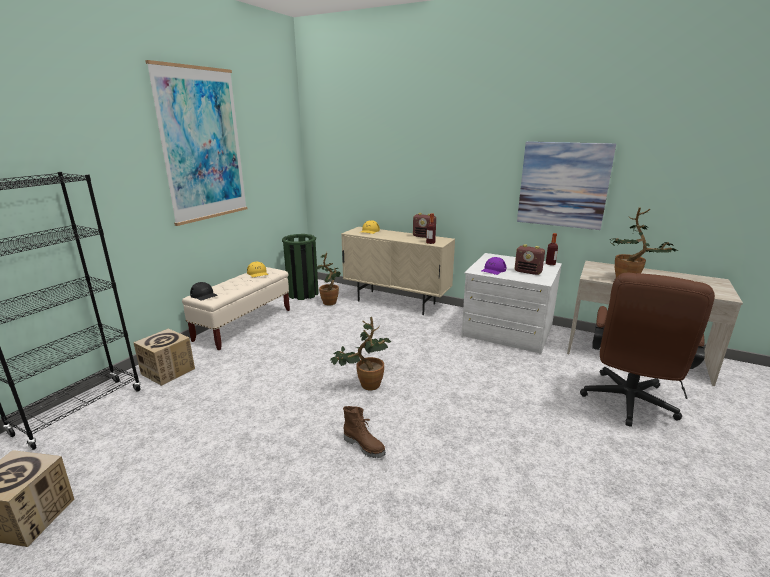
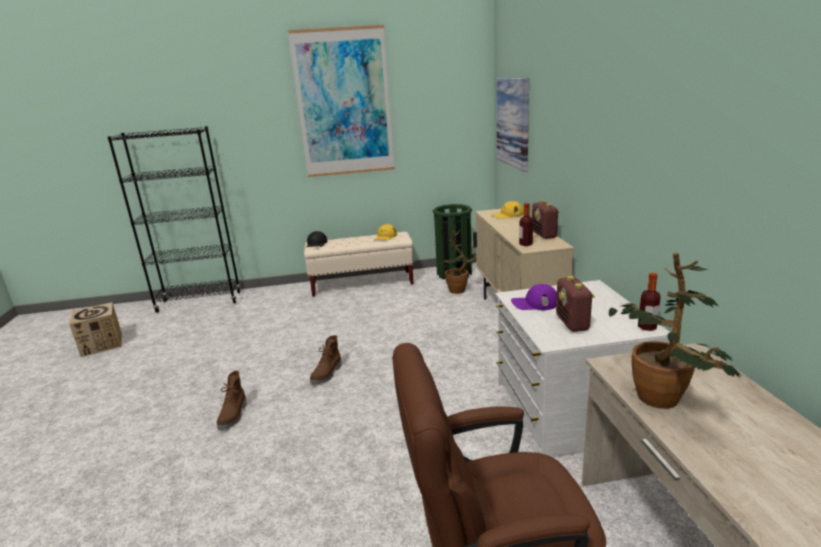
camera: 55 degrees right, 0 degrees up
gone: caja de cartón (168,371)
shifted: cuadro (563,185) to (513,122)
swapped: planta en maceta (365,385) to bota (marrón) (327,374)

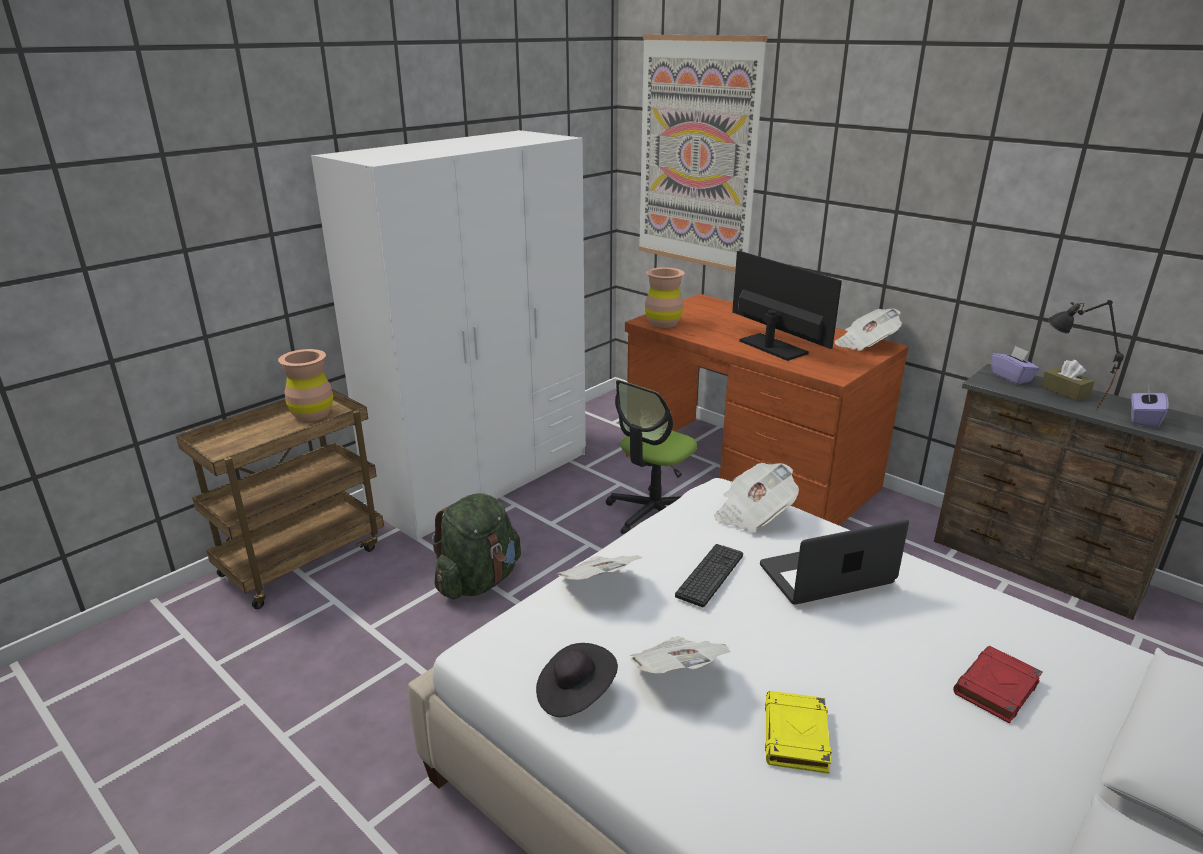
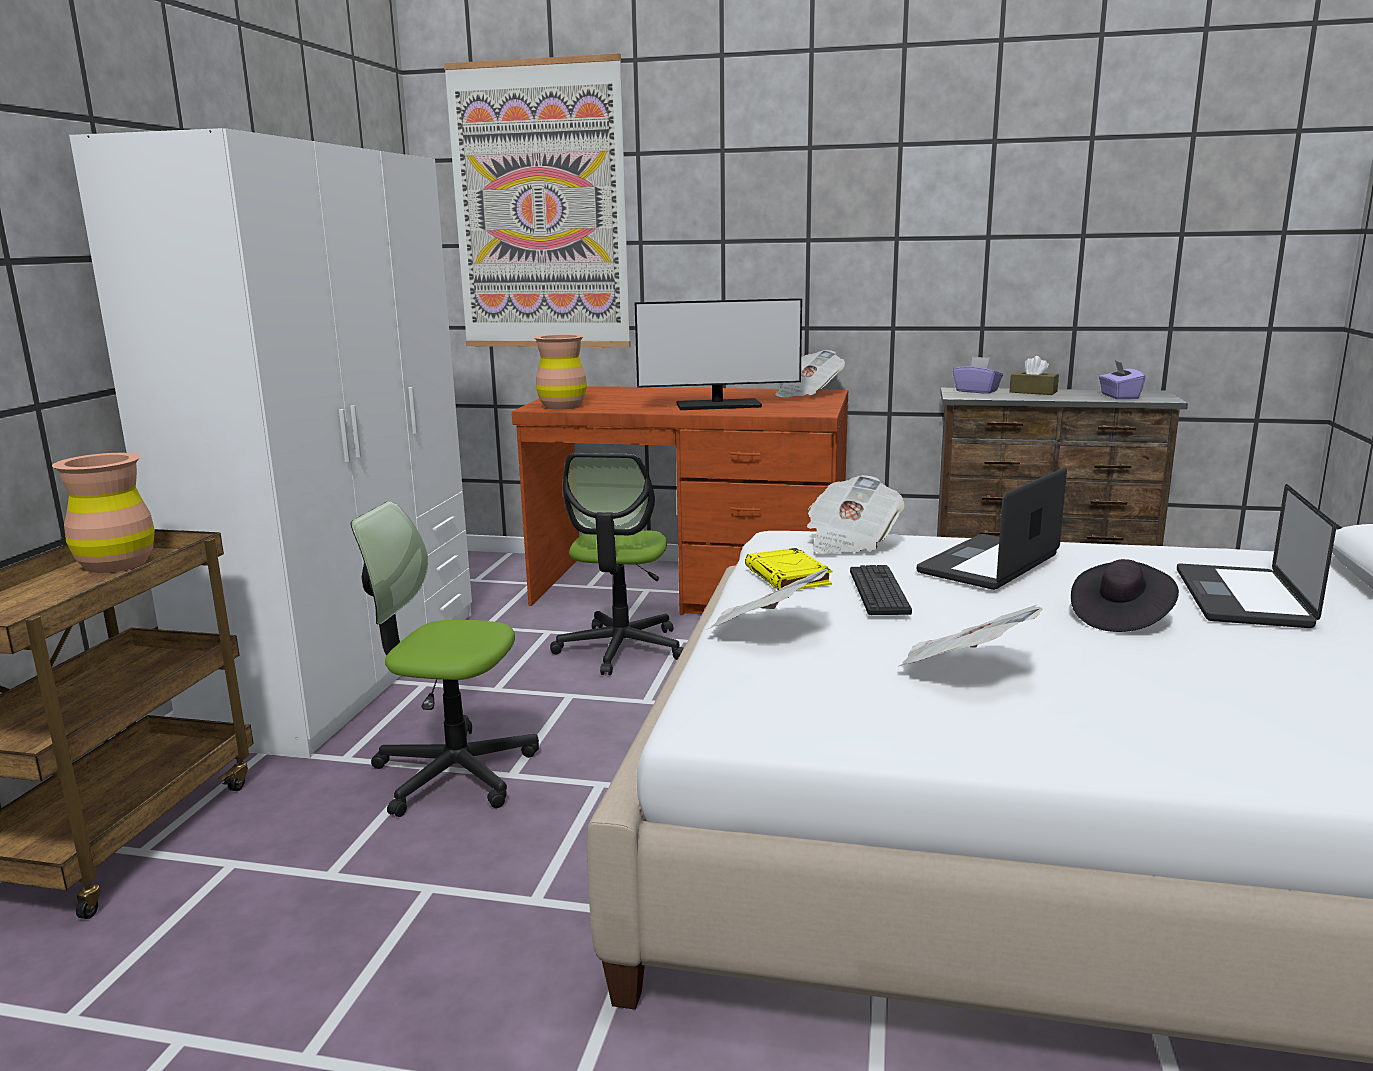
camera: 30 degrees left, 10 degrees down
gone: lámpara de mesa (negro) (1065,404)
shifted: sombrero (negro) (575,694) to (1119,617); libro (amarillo) (796,737) to (788,576)
swapped: mochila (verde) (479,581) to silla de oficina (454,773); libro (rojo) (996,688) to portátil (1241,598)
rotated: monitor (773,347) = (718,405) 150 degrees clockwise

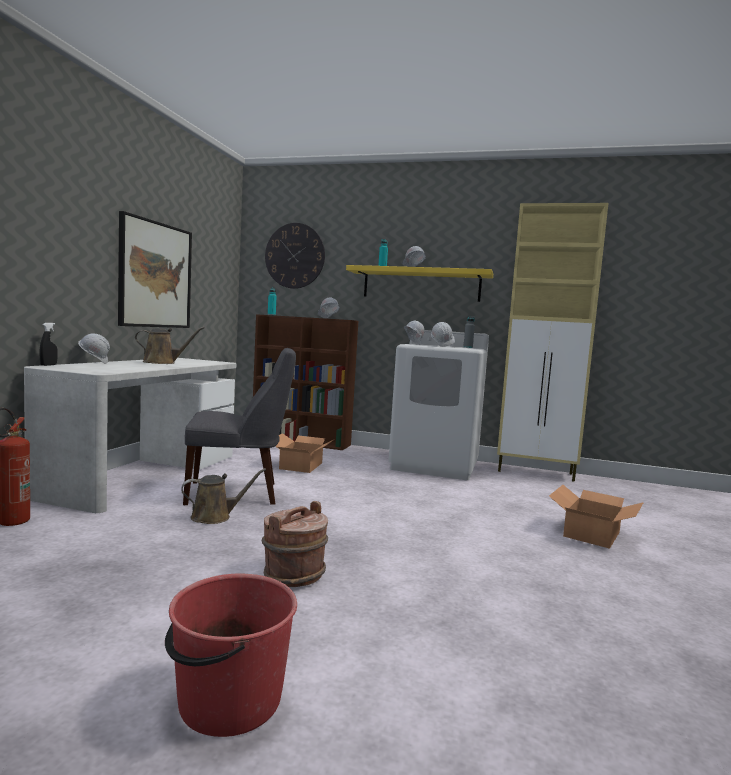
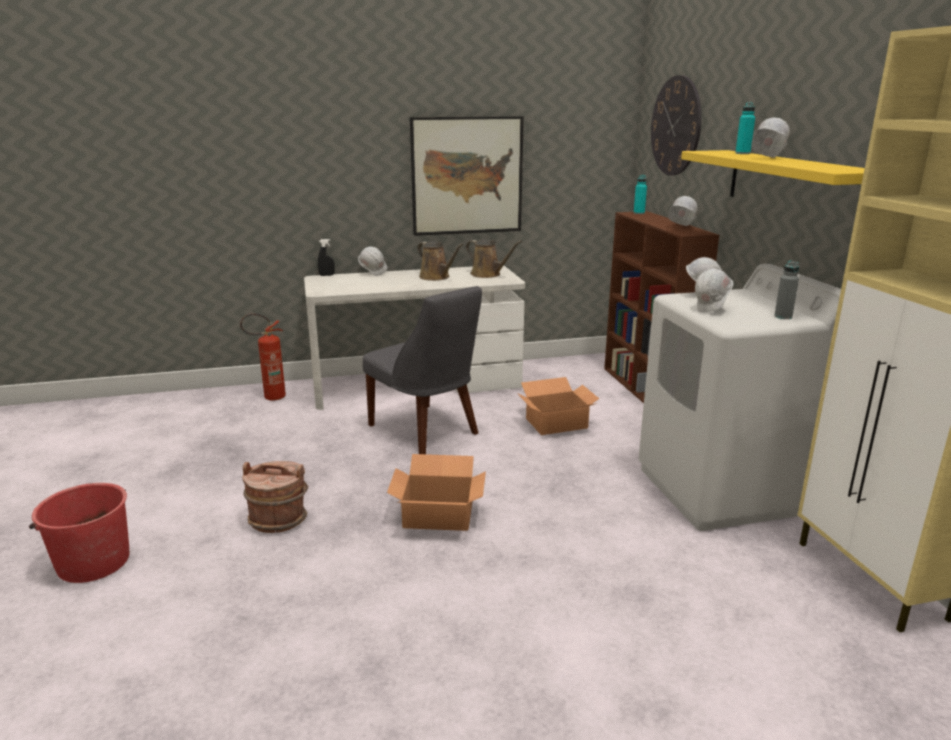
camera: 60 degrees right, 15 degrees up
shifted: regadera (marrón) (215,517) to (488,274); caja de cartón (591,534) to (437,514)

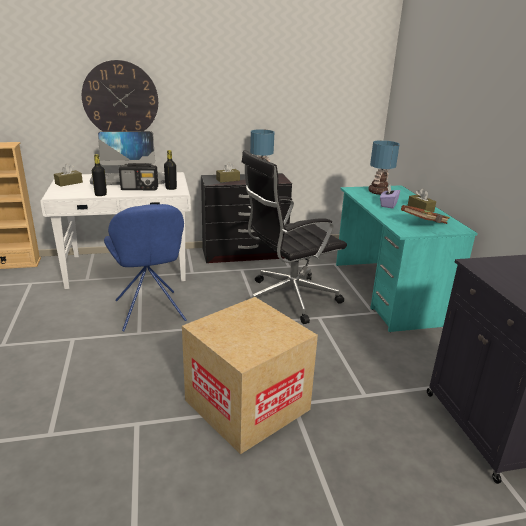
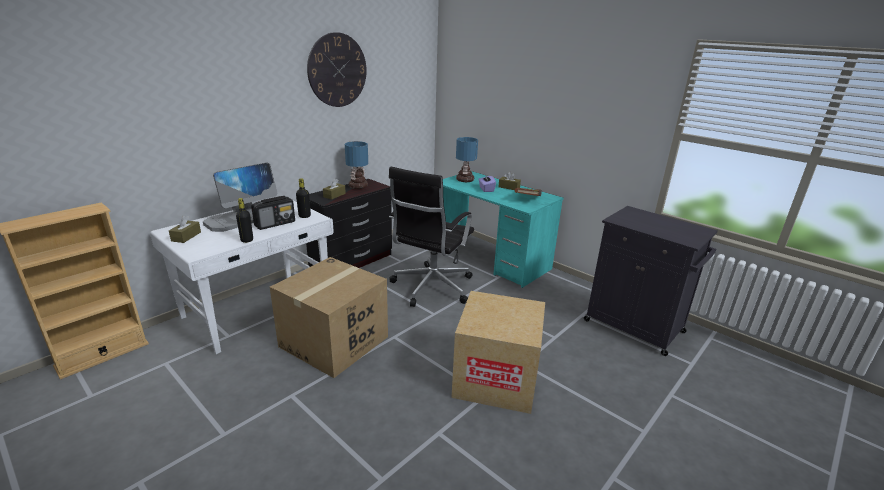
camera: 35 degrees left, 0 degrees up
shifted: reloj de pared (120,99) to (337,70)
swapped: silla (azul) (150,312) to caja de cartón (334,342)

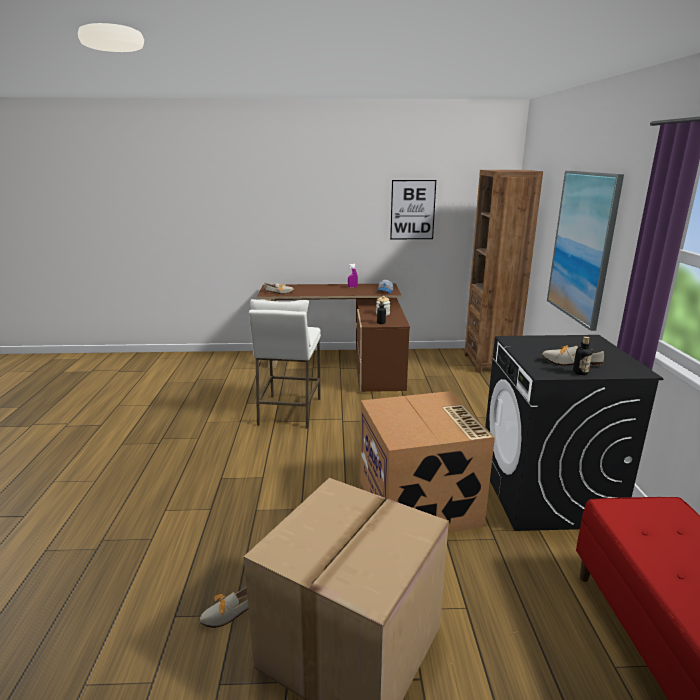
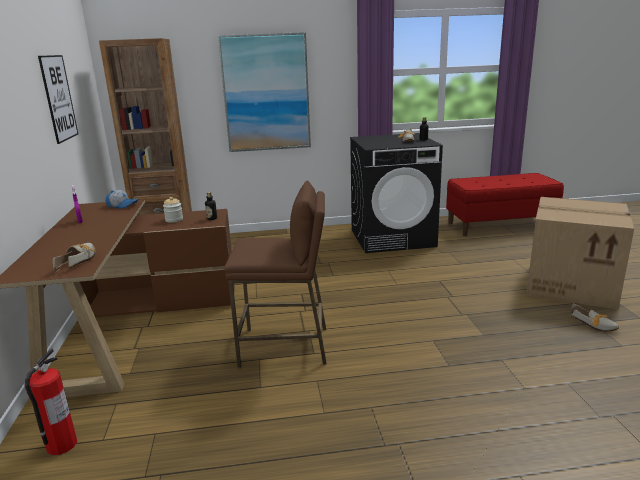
camera: 95 degrees left, 0 degrees up
gone: caja de cartón (420,503)
new: extintor (61,445)
repainted: taburete (blanco) (289,411) to taburete (marrón) (285,346)

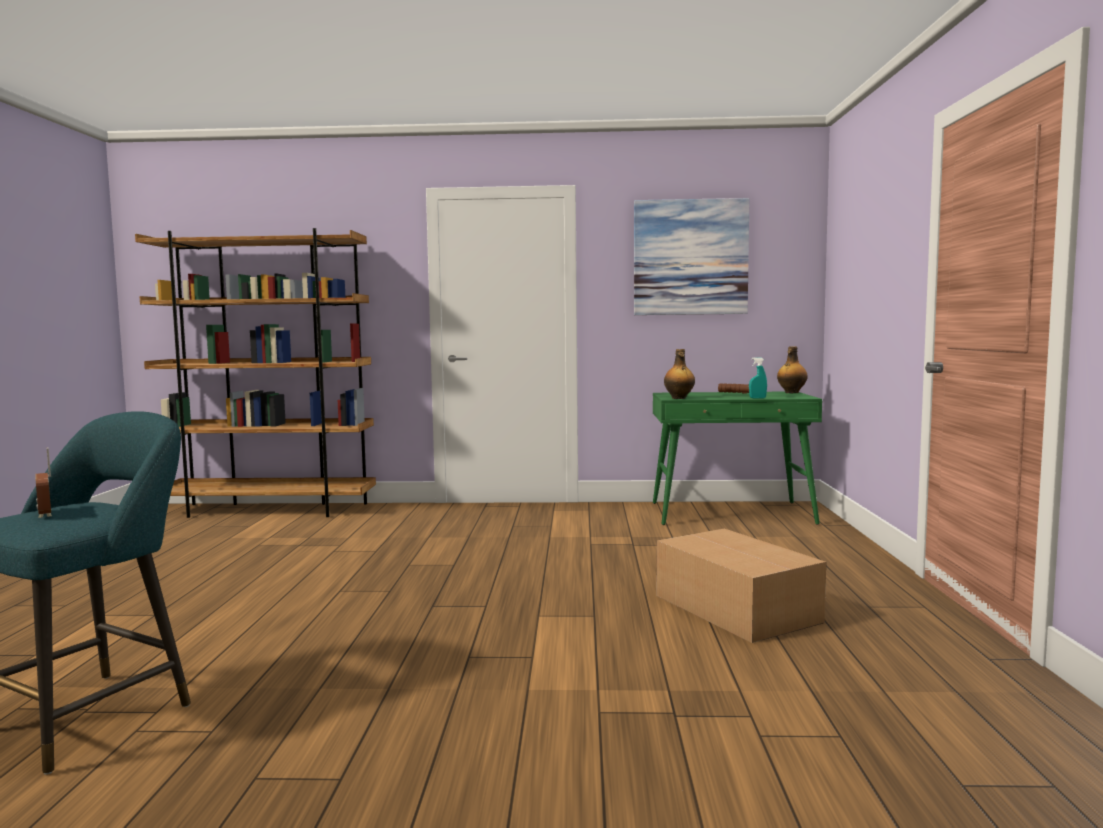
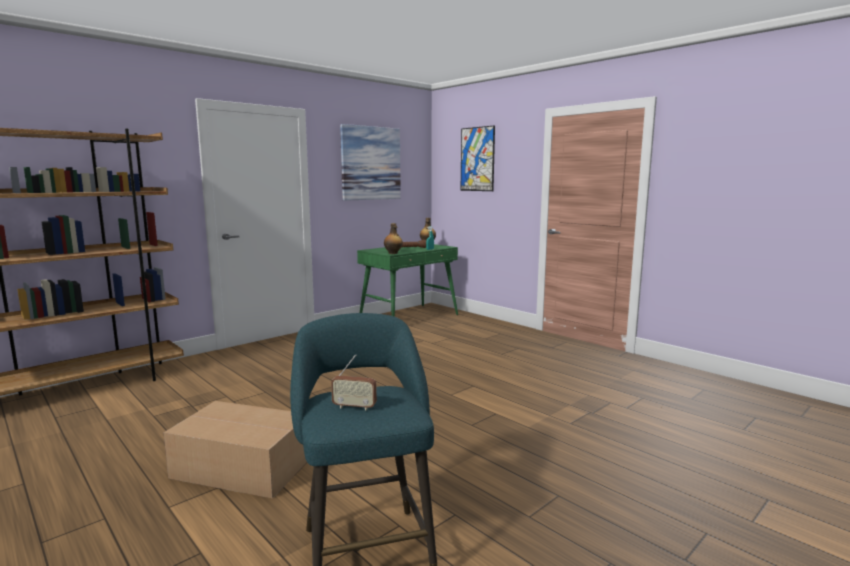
camera: 45 degrees left, 5 degrees up
new: cuadro (477,159)
shifted: caja de cartón (735,607) to (241,466)

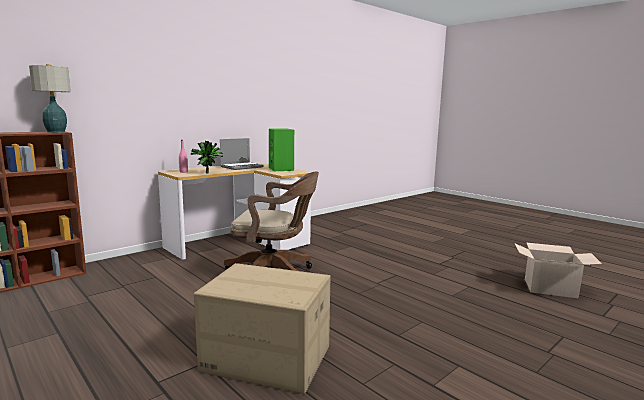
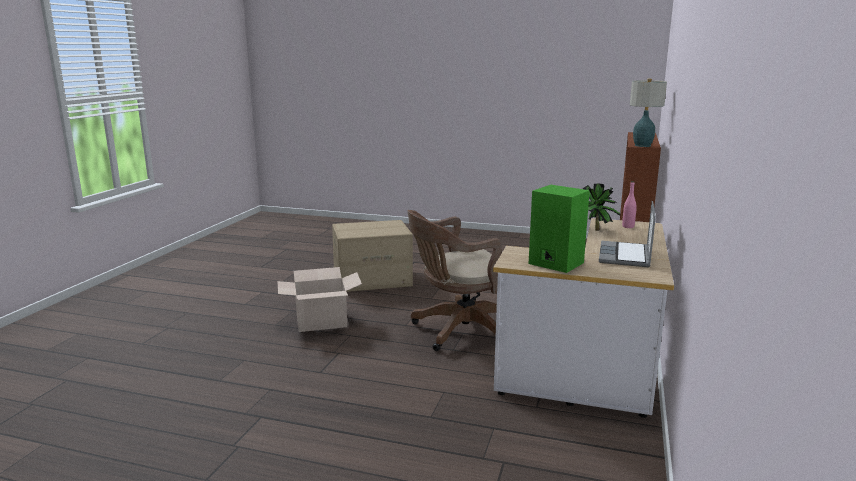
camera: 150 degrees right, 5 degrees up
shifted: caja de cartón (550,288) to (321,321)

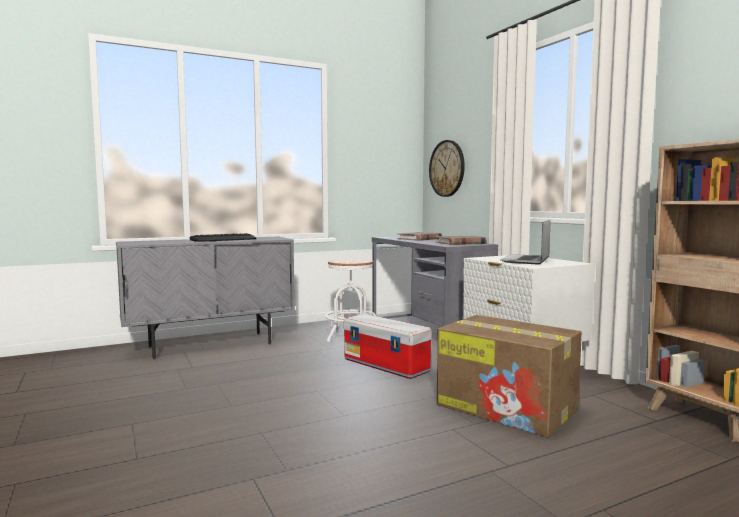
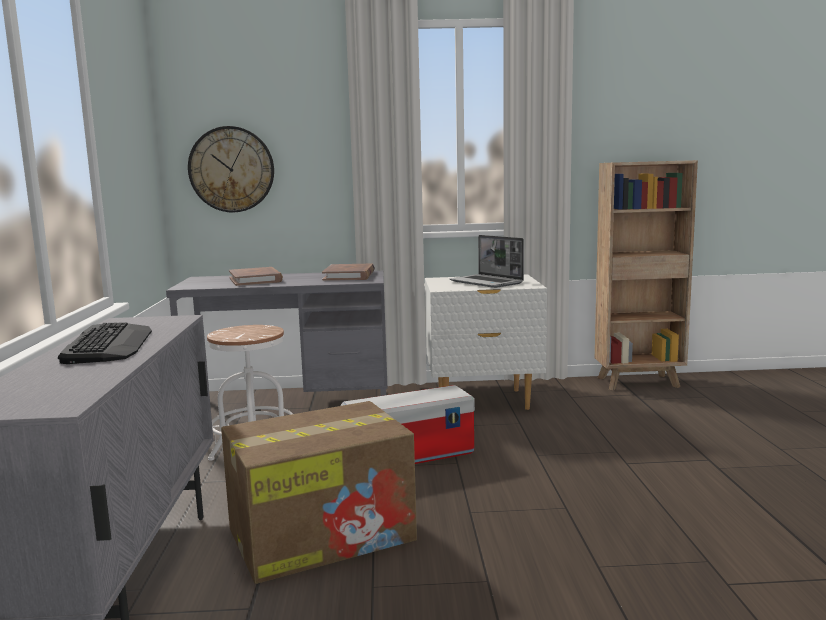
camera: 65 degrees left, 5 degrees up
shifted: caja de cartón (508,408) to (323,534)

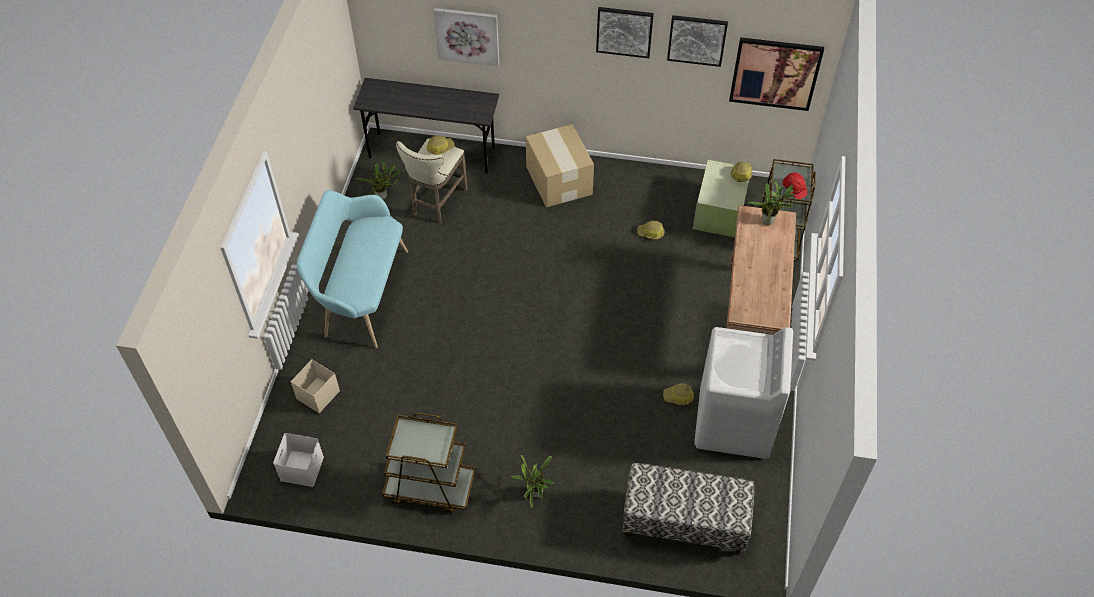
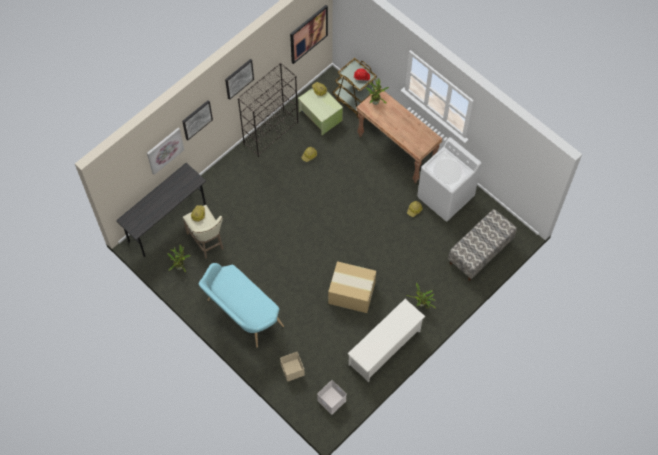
camera: 55 degrees left, 10 degrees up
new: estantería (negro) (271,133)
shifted: caja de cartón (559,179) to (351,292); cuadro (697,40) to (197,119)
swapped: carrito (marrón) (429,487) to zapatero (blanco) (385,348)

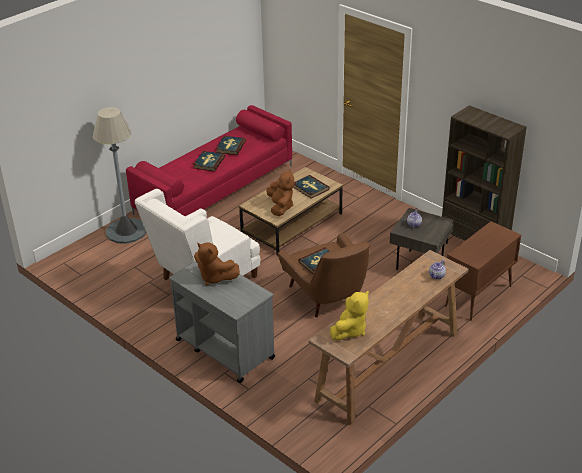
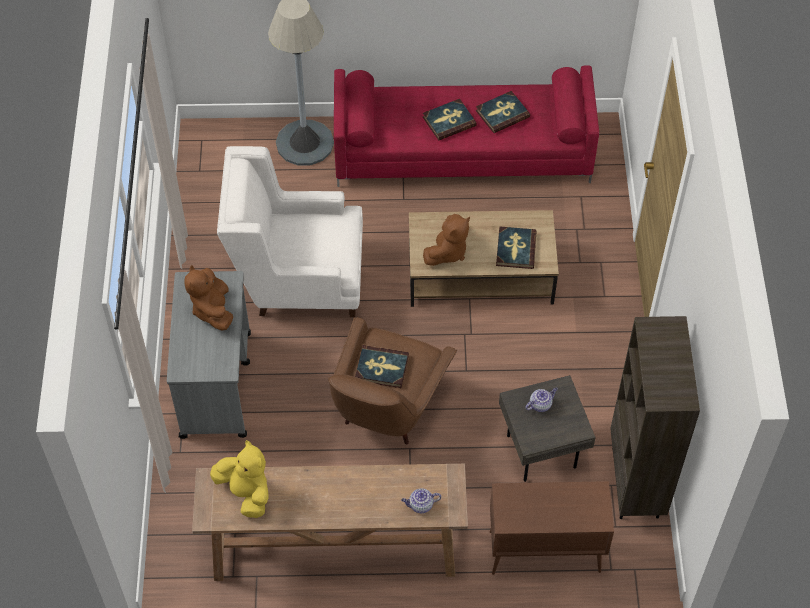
camera: 45 degrees right, 20 degrees up
rotated: peluche (amarillo) (350,330) = (246,492) 120 degrees counterclockwise

